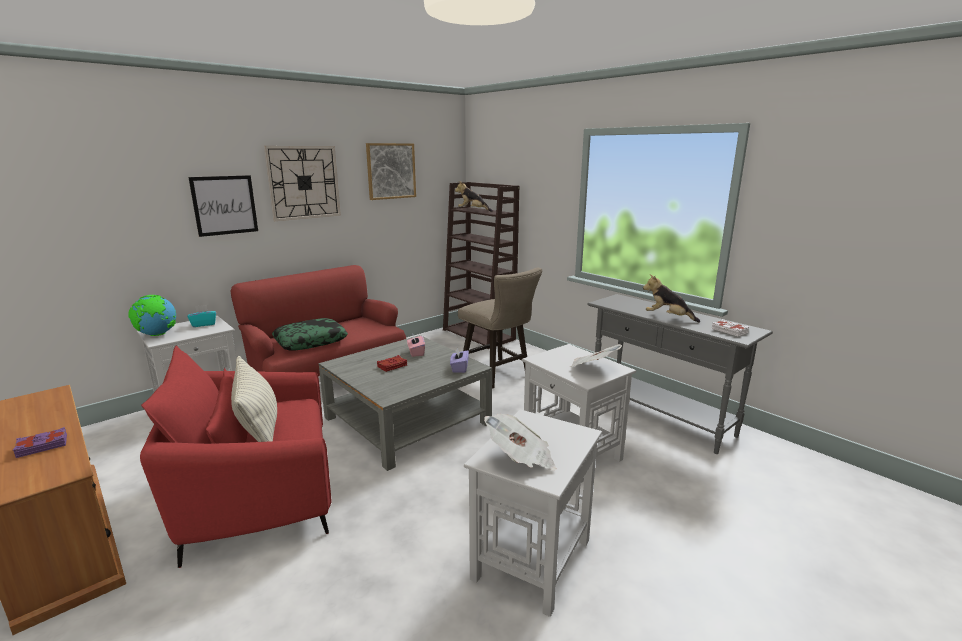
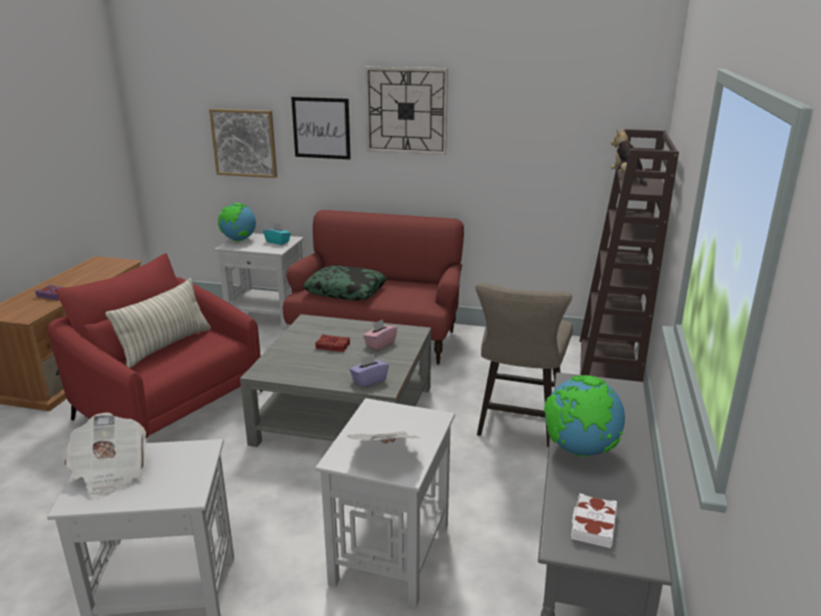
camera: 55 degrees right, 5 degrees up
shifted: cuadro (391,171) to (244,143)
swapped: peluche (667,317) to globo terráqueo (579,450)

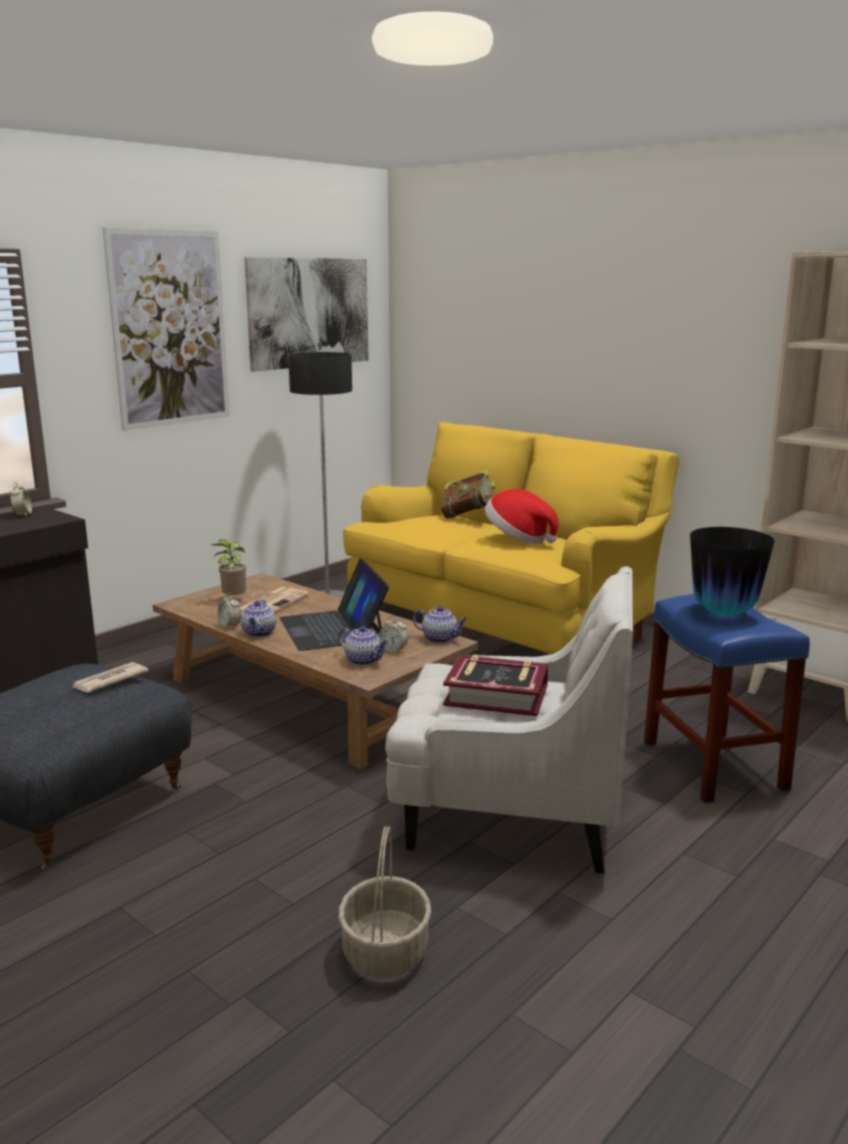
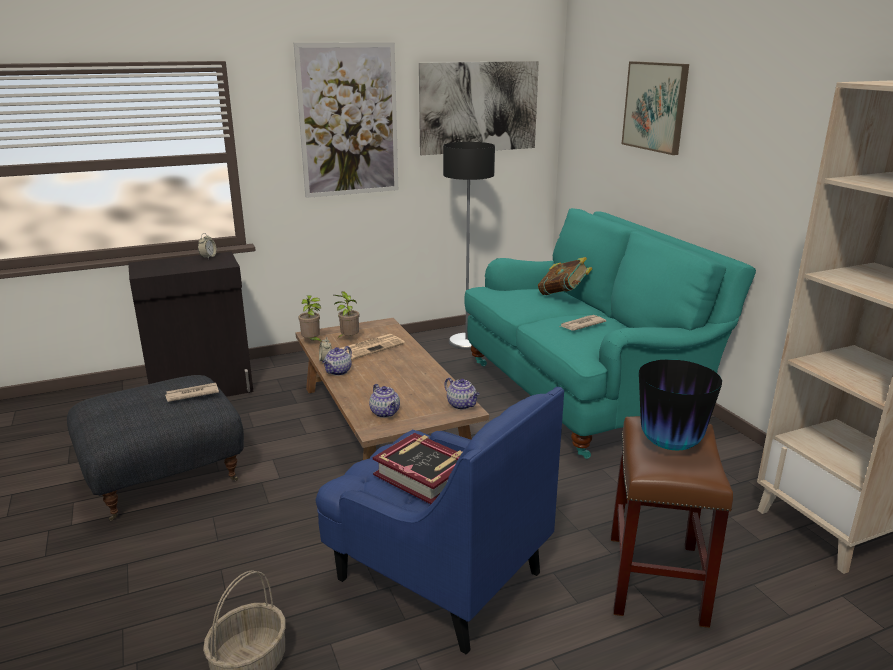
camera: 25 degrees right, 5 degrees up
gone: portátil (333,628); despertador (393,650)
new: planta en maceta (312,342); cuadro (655,106)
swapped: sombrero (518,538) to periódico (581,325)
repainted: sofá (amarillo) (503,627) to sofá (turquesa) (584,393); sillón (blanco) (509,817) to sillón (azul) (437,575); taburete (azul) (715,766) to taburete (marrón) (657,579)

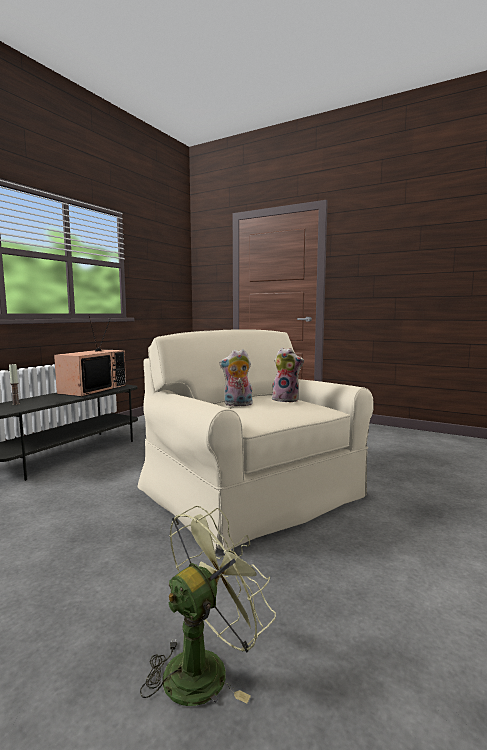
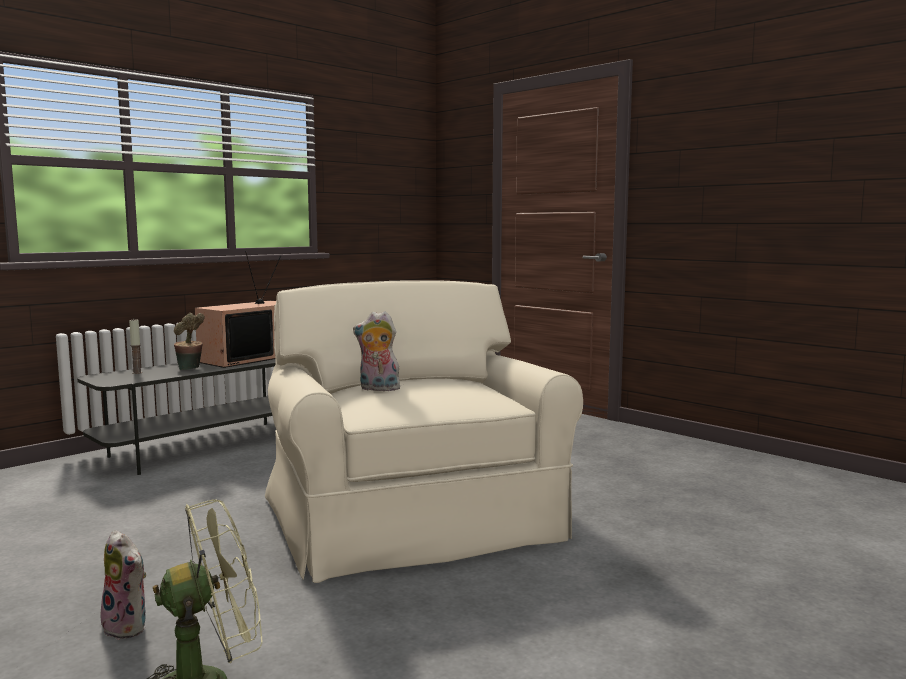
camera: 15 degrees right, 0 degrees up
new: planta en maceta (190,369)
shifted: peluche (286,400) to (129,627)

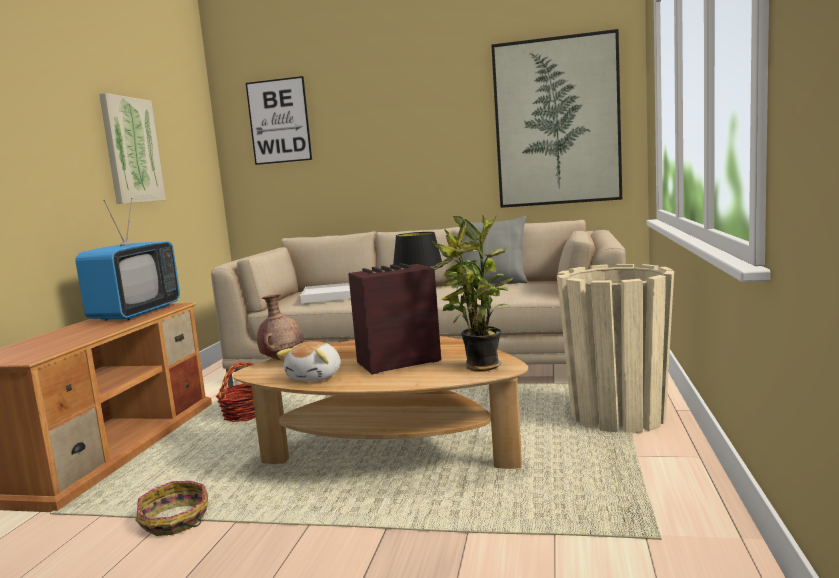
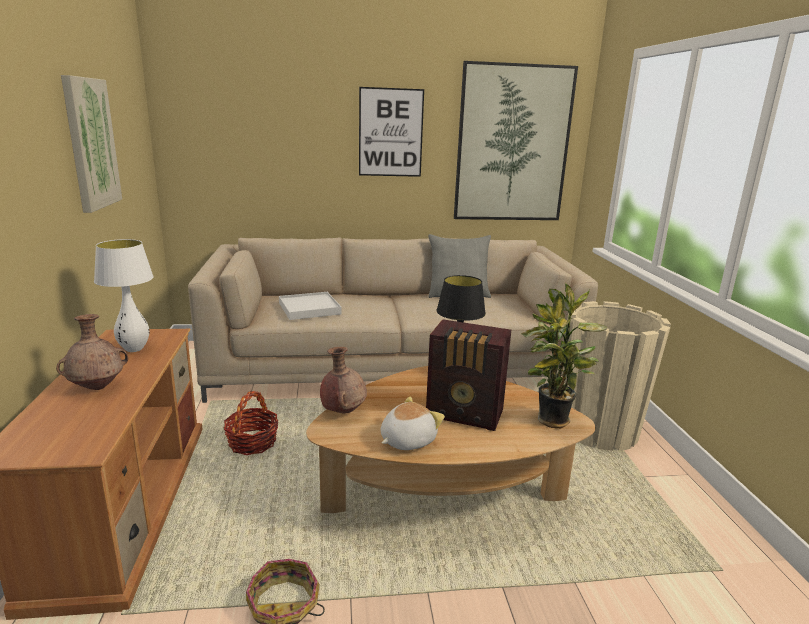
camera: 20 degrees left, 10 degrees up
new: florero (marrón) (98,387)
shifted: cuadro (279,121) to (390,133)
swapped: televisor (136,313) to lámpara de mesa (blanco) (134,349)
rotated: peluche (316,377) = (406,440) 135 degrees counterclockwise; radio (396,362) = (466,414) 120 degrees counterclockwise

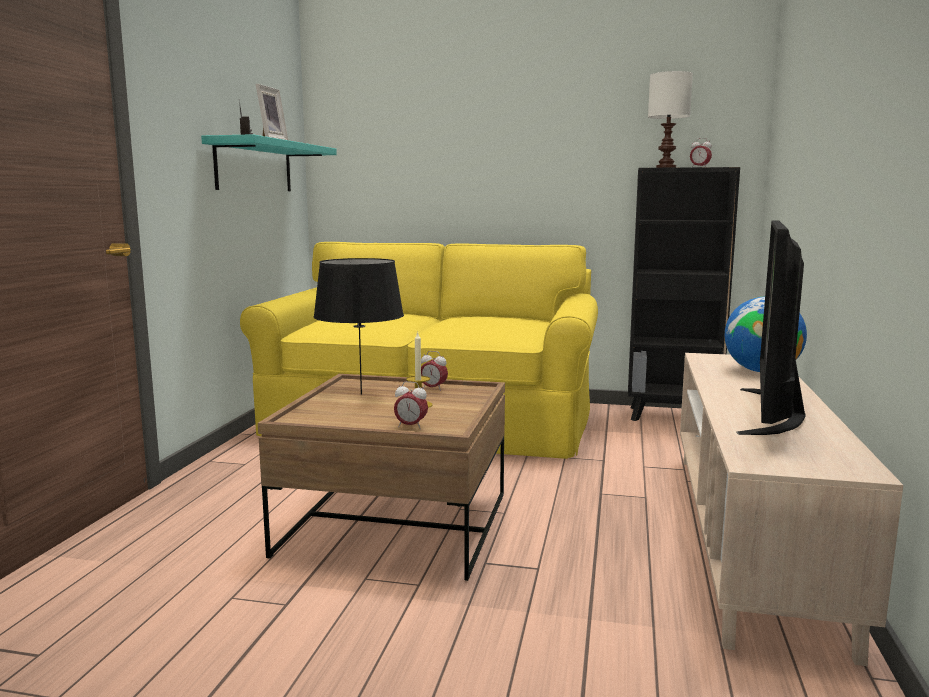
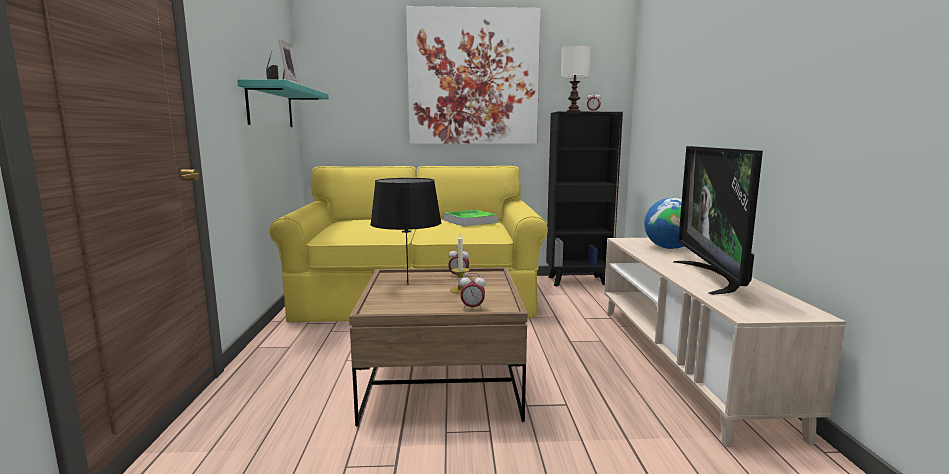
camera: 15 degrees left, 0 degrees up
new: cuadro (473,78); bandeja (470,221)

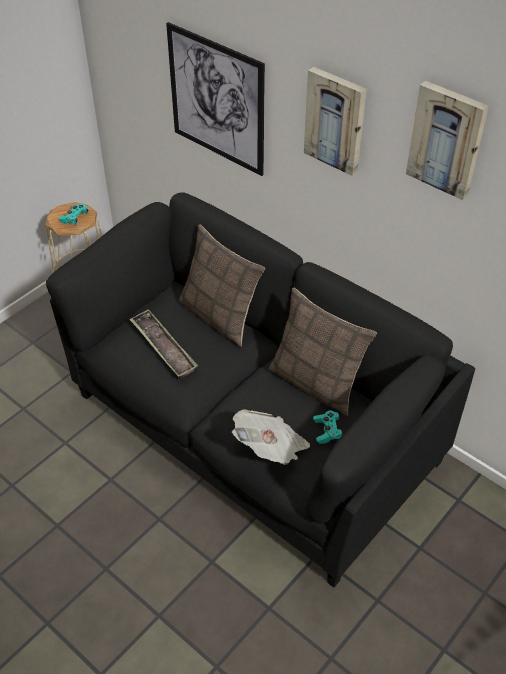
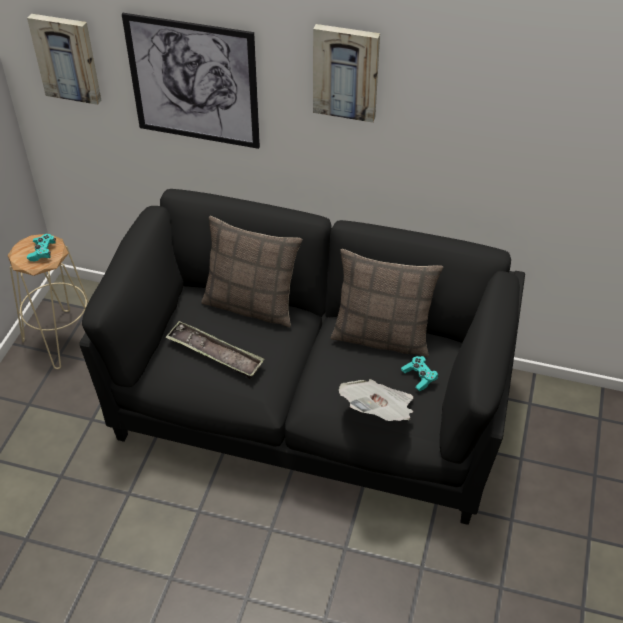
camera: 25 degrees left, 0 degrees up
shifted: cuadro (447,139) to (67,58)

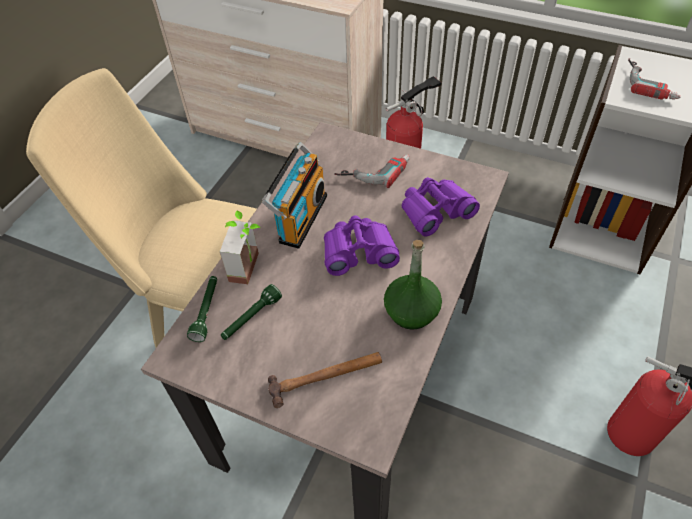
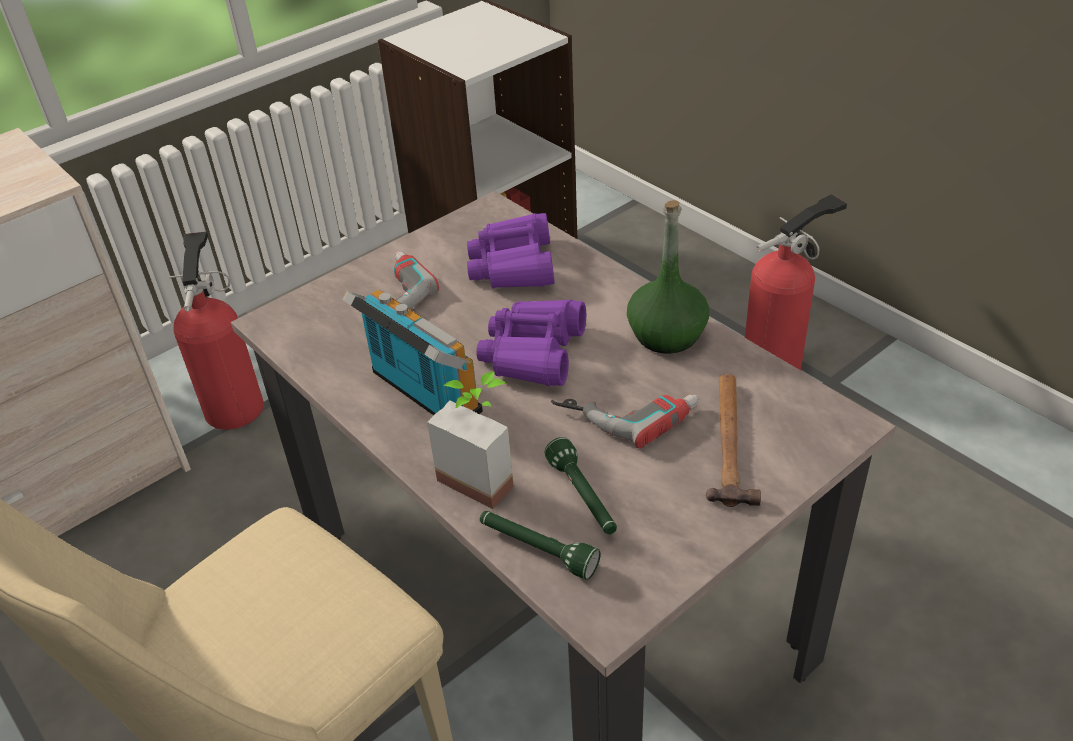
camera: 65 degrees left, 10 degrees down
shifted: taladro (651,83) to (627,409)

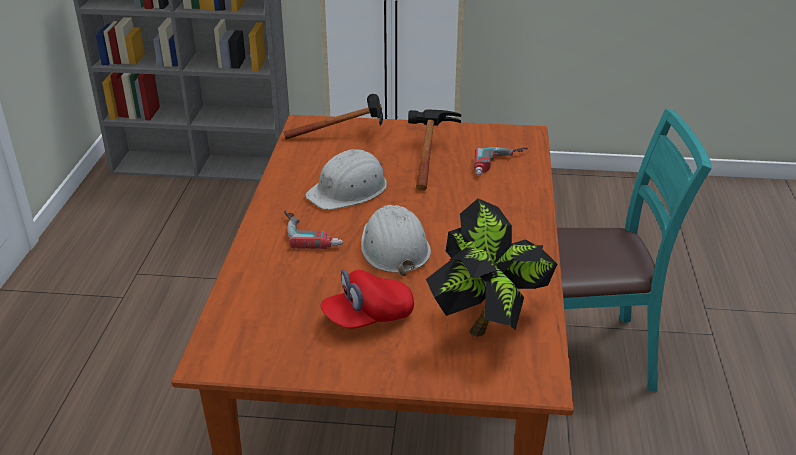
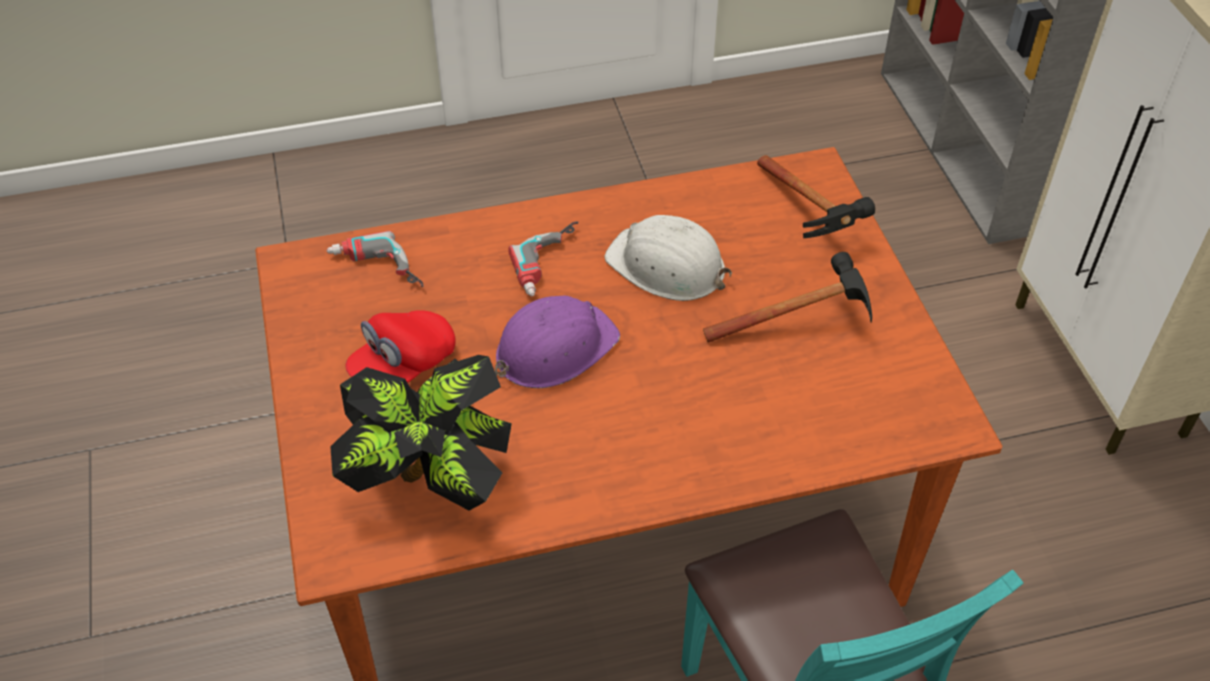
camera: 70 degrees right, 15 degrees up
shifted: taladro (501,165) to (375,271)
repainted: casco (blanco) (394,247) to casco (morado) (554,348)
rotated: gorra (rojo) (368,317) = (403,365) 90 degrees counterclockwise

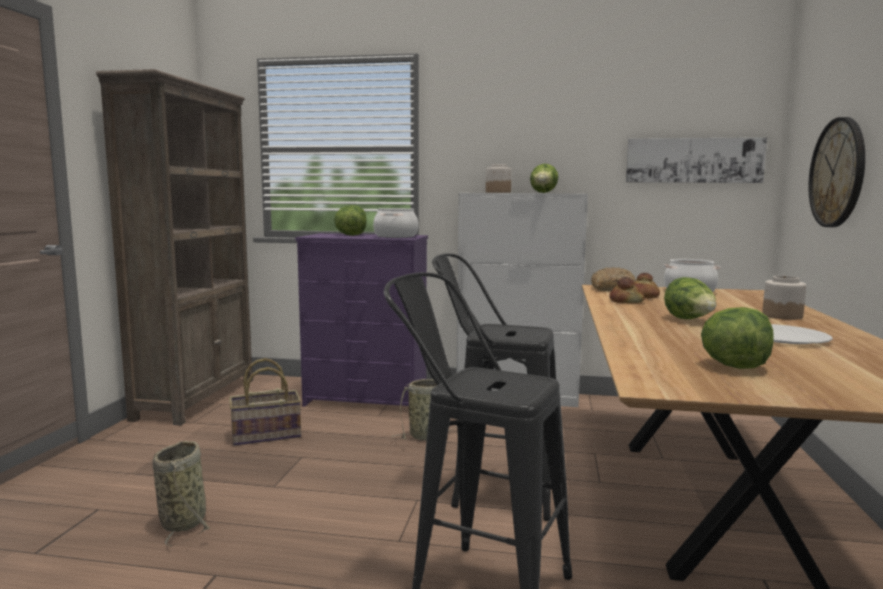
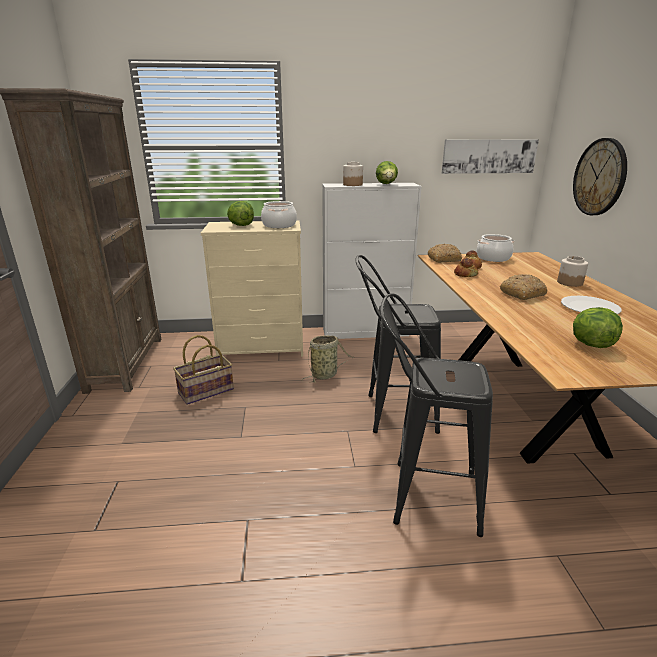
camera: 15 degrees left, 15 degrees up
gone: cesta (184,520)
swapped: lechuga (689,320) to pan (522,294)
repainted: cómoda (morado) (367,400) to cómoda (beis) (262,348)

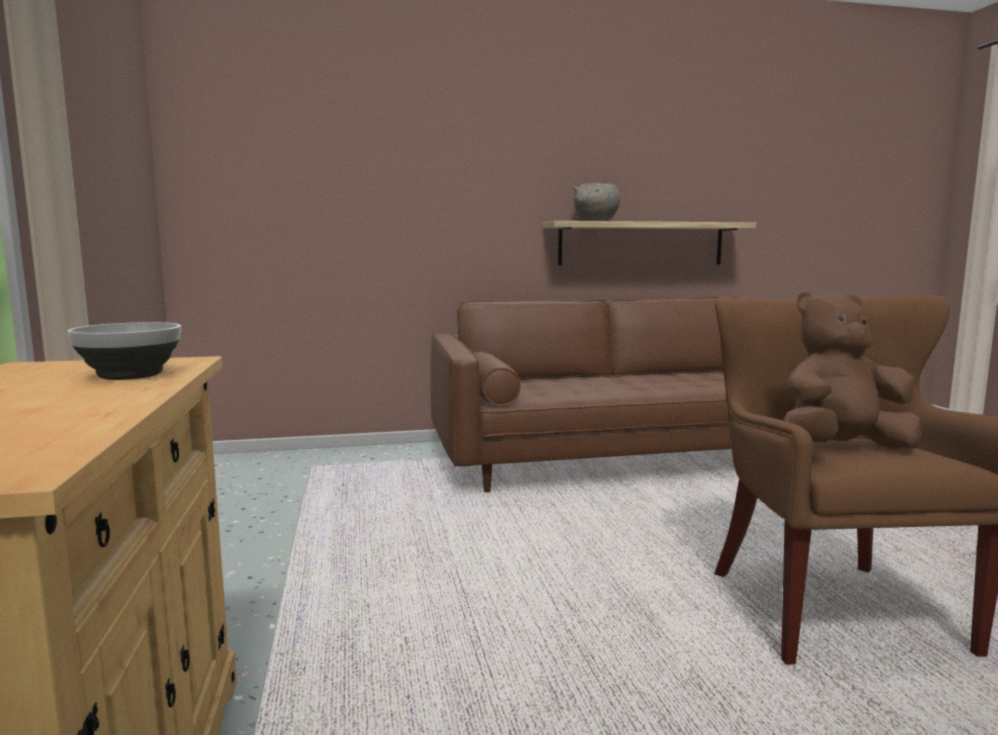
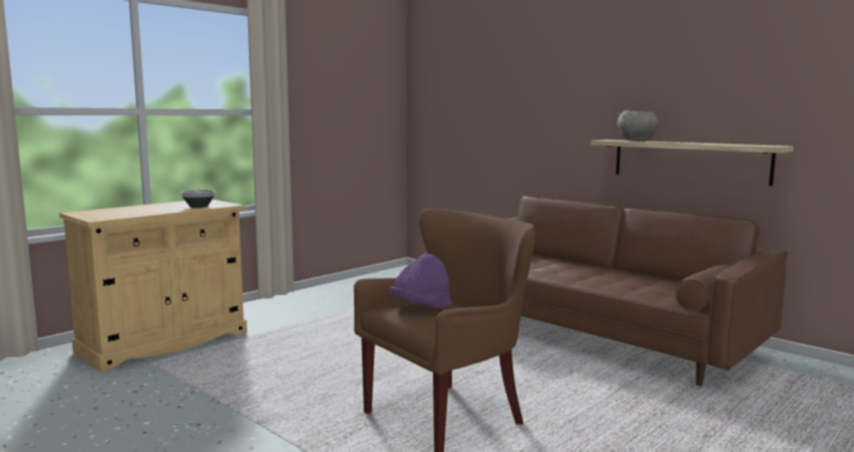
camera: 55 degrees right, 0 degrees up
swapped: peluche (marrón) (841,449) to sombrero (morado) (420,308)

